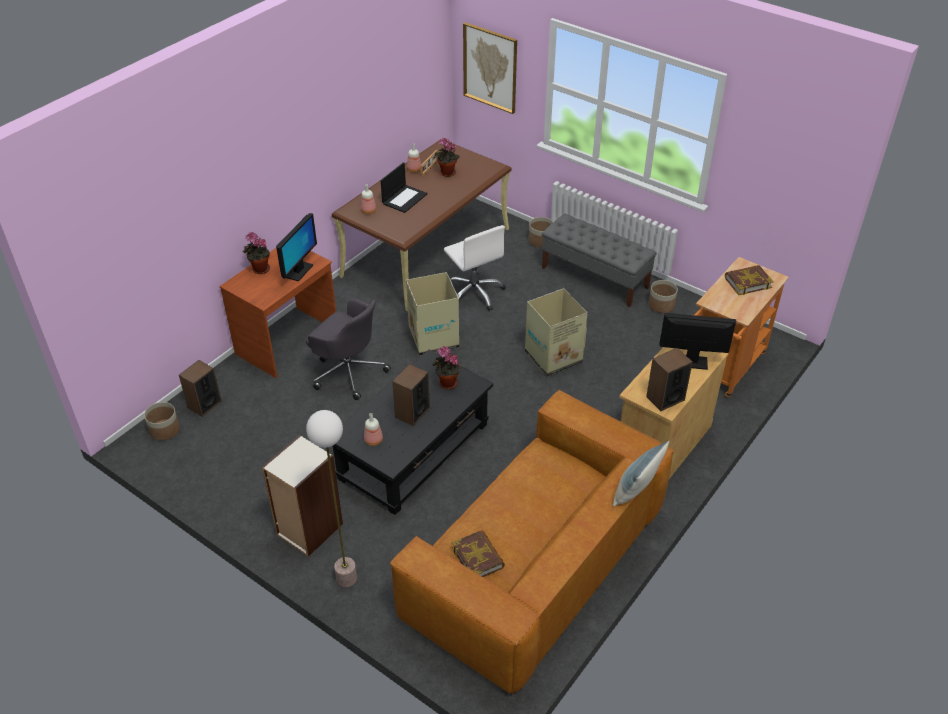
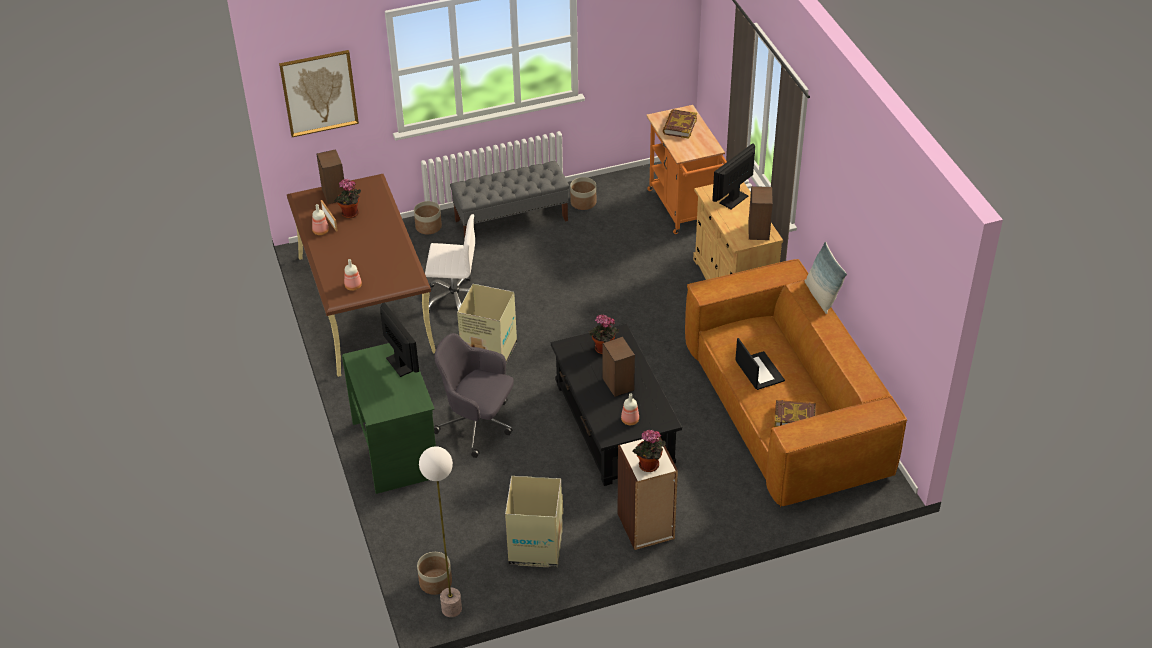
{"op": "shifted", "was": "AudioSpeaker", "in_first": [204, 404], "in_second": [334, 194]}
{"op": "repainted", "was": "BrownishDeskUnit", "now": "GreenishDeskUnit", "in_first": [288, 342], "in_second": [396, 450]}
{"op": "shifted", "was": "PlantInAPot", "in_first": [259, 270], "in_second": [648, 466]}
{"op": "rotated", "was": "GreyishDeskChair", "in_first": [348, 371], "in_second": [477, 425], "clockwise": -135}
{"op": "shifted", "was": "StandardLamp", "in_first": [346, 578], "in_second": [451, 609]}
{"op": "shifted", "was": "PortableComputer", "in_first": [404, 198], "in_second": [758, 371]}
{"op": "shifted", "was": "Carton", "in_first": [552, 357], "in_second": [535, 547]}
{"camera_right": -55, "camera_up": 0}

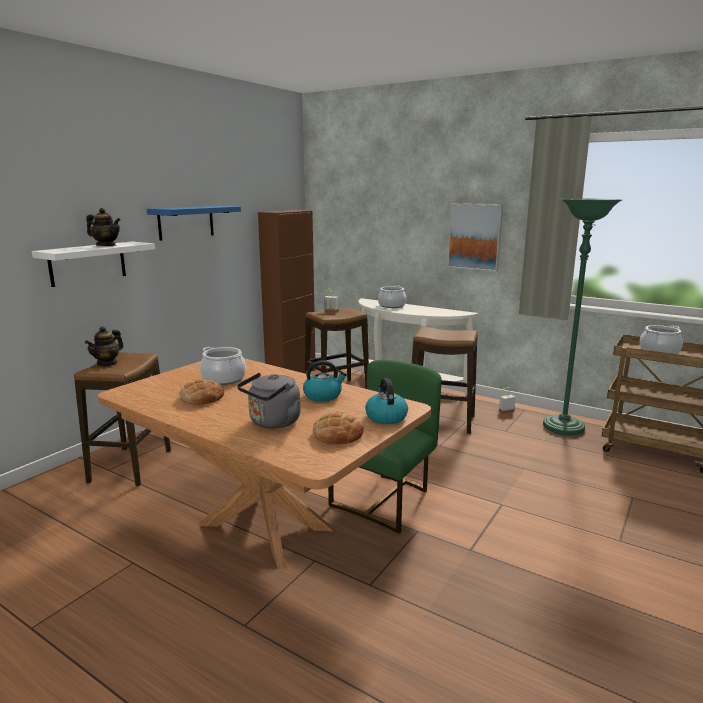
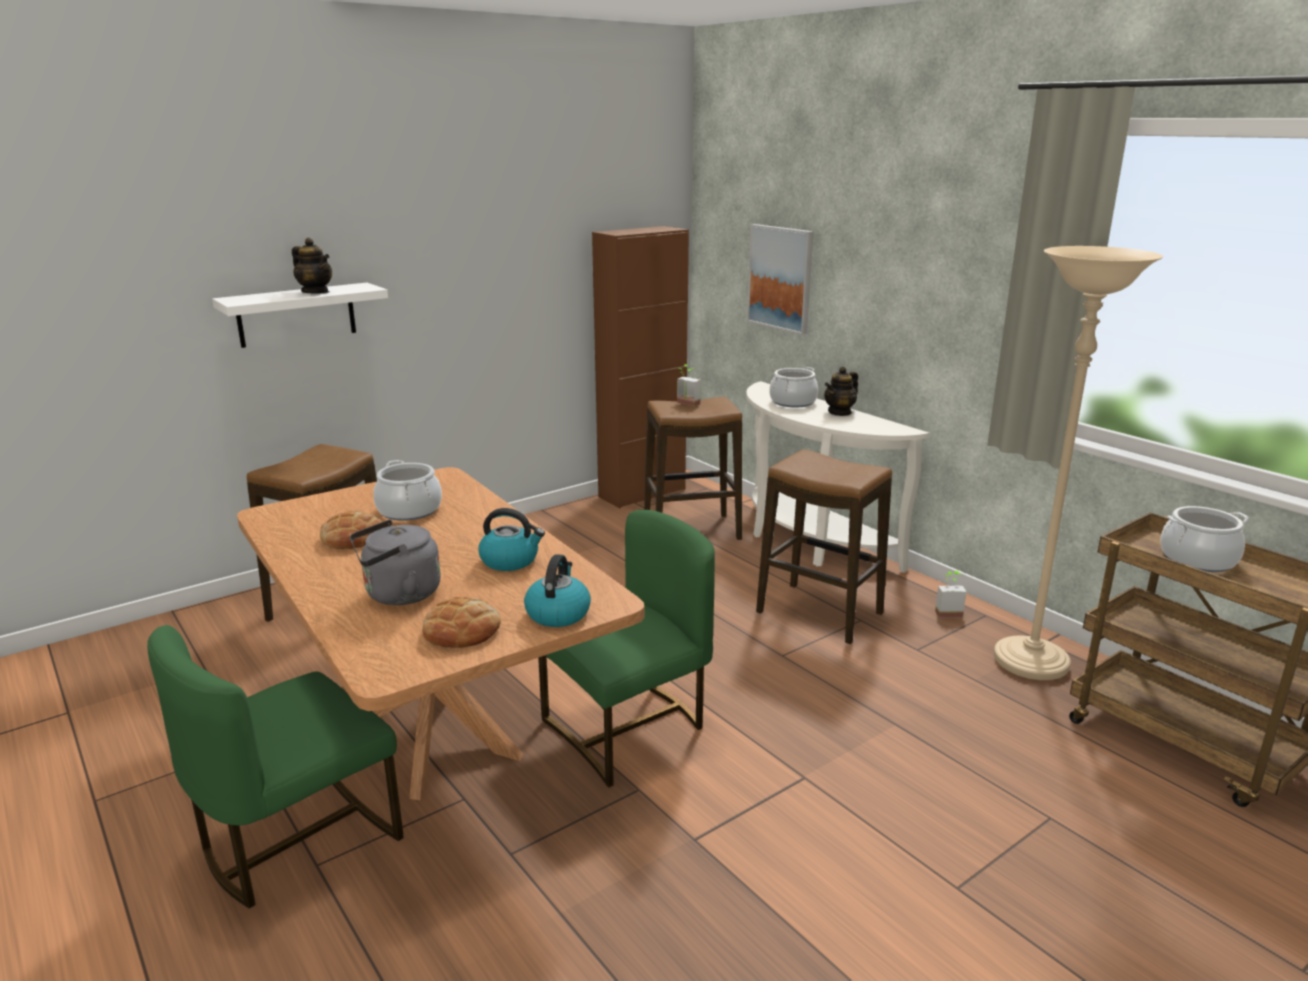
{"op": "shifted", "was": "Teapot", "in_first": [107, 363], "in_second": [840, 412]}
{"op": "gone", "was": "BlueColouredWallShelf", "in_first": [186, 222]}
{"op": "shifted", "was": "Picture", "in_first": [474, 237], "in_second": [781, 278]}
{"op": "repainted", "was": "GreenishStandardLamp", "now": "SandColouredStandardLamp", "in_first": [563, 428], "in_second": [1030, 662]}
{"op": "new", "now": "GreenishPlainChair", "in_second": [297, 839]}
{"camera_right": 20, "camera_up": 5}

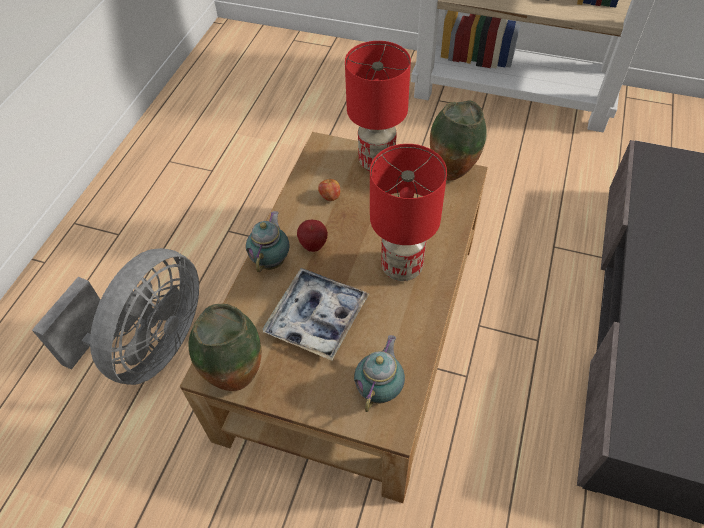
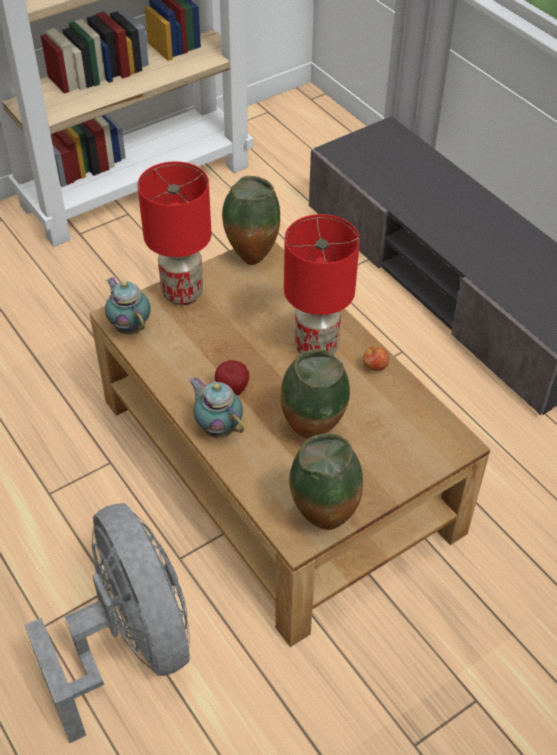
{"op": "swapped", "was": "CarryingTray", "now": "Vase", "in_first": [316, 318], "in_second": [313, 432]}
{"op": "shifted", "was": "Apple", "in_first": [330, 197], "in_second": [374, 367]}
{"op": "shifted", "was": "Teapot", "in_first": [380, 389], "in_second": [129, 326]}
{"camera_right": -55, "camera_up": -5}

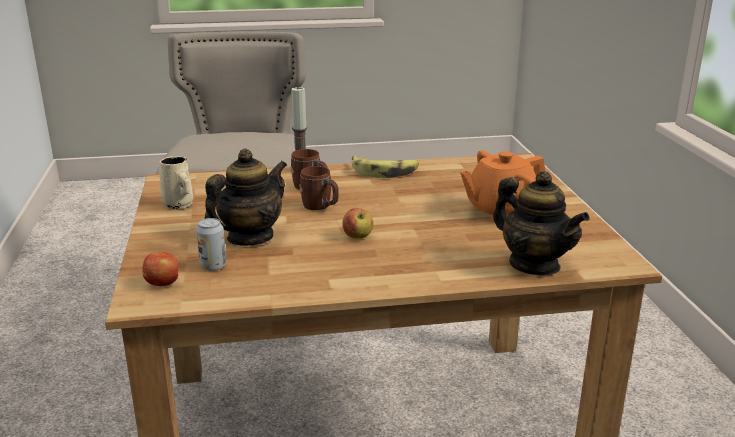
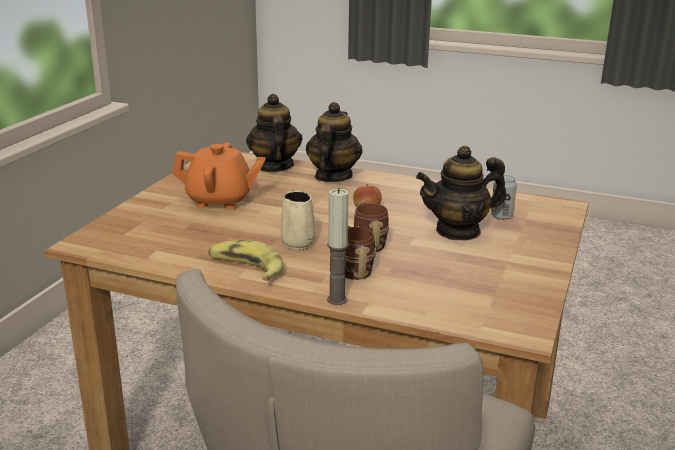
{"op": "gone", "was": "Apple", "in_first": [163, 283]}
{"op": "shifted", "was": "SandColouredMug", "in_first": [179, 205], "in_second": [297, 243]}
{"op": "new", "now": "Teapot", "in_second": [332, 176]}
{"camera_right": -150, "camera_up": 0}

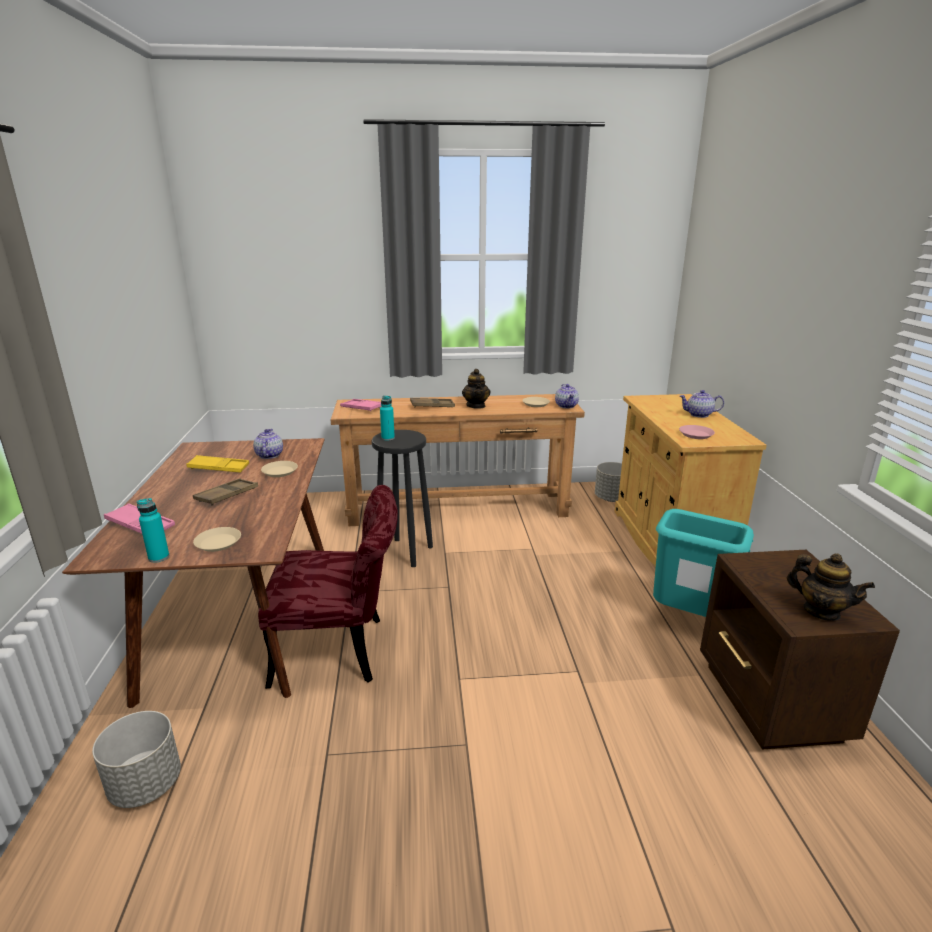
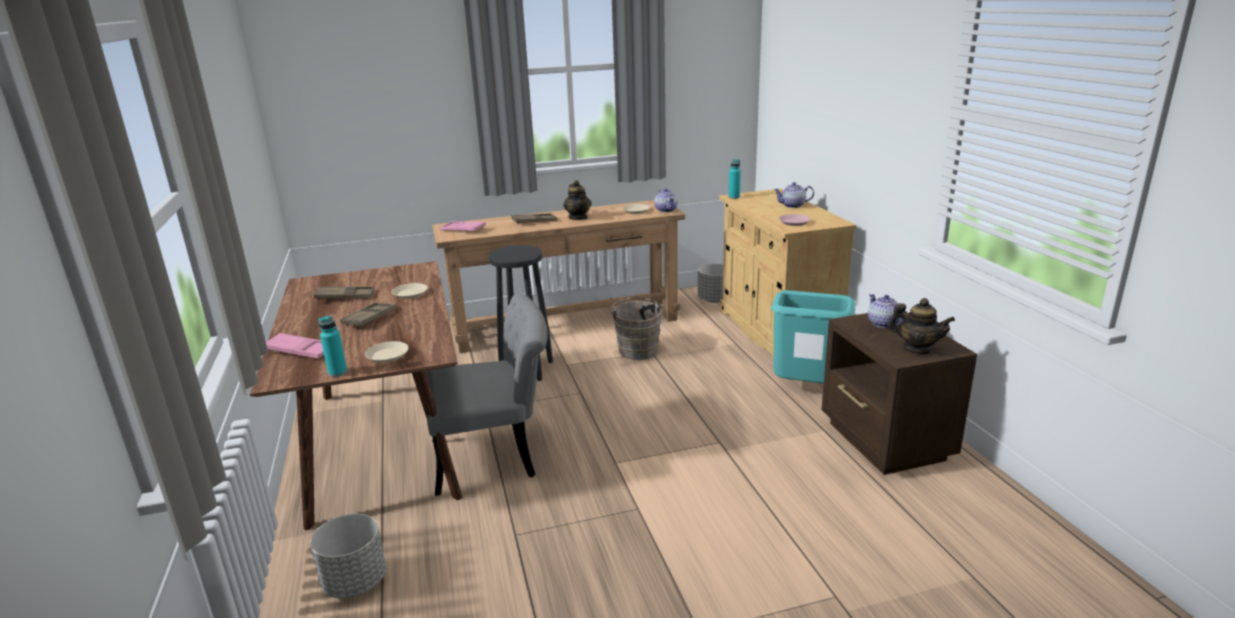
{"op": "repainted", "was": "YellowCarryingTray", "now": "BrownishCarryingTray", "in_first": [219, 468], "in_second": [345, 297]}
{"op": "shifted", "was": "Teapot", "in_first": [269, 455], "in_second": [882, 323]}
{"op": "repainted", "was": "RedPlainChair", "now": "GreyishPlainChair", "in_first": [342, 650], "in_second": [496, 456]}
{"op": "shifted", "was": "TurquoiseDrinkBottle", "in_first": [388, 438], "in_second": [734, 197]}
{"op": "new", "now": "BrownishPail", "in_second": [637, 349]}
{"camera_right": -10, "camera_up": 0}

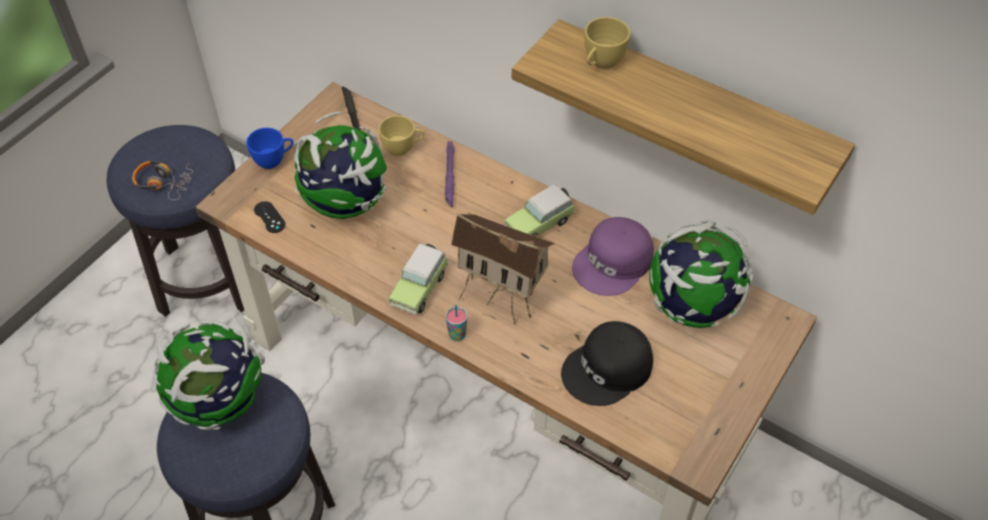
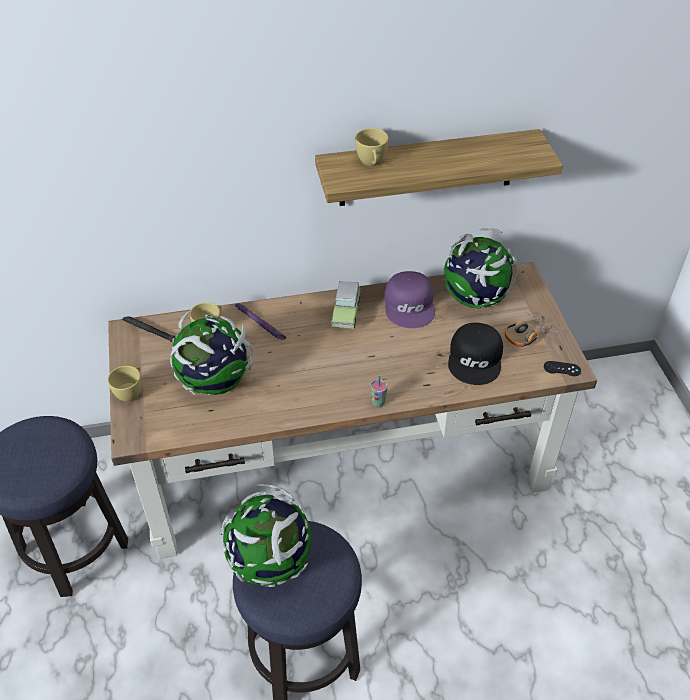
{"op": "shifted", "was": "Headset", "in_first": [164, 183], "in_second": [527, 335]}
{"op": "repainted", "was": "BlueColouredSmallCup", "now": "YellowSmallCup", "in_first": [274, 160], "in_second": [131, 392]}
{"op": "shifted", "was": "BlackGameController", "in_first": [269, 217], "in_second": [562, 369]}
{"op": "gone", "was": "ToyCar", "in_first": [420, 287]}
{"op": "gone", "was": "ToyHouse", "in_first": [502, 299]}
{"camera_right": -45, "camera_up": -5}

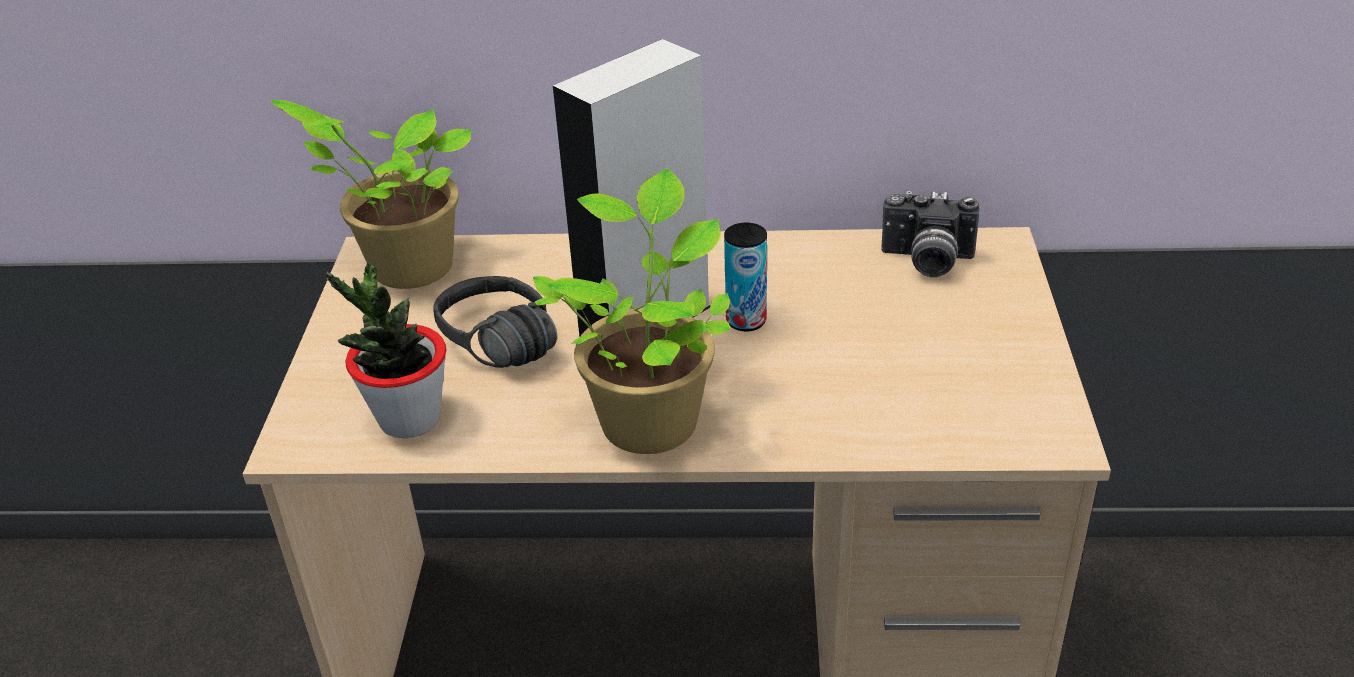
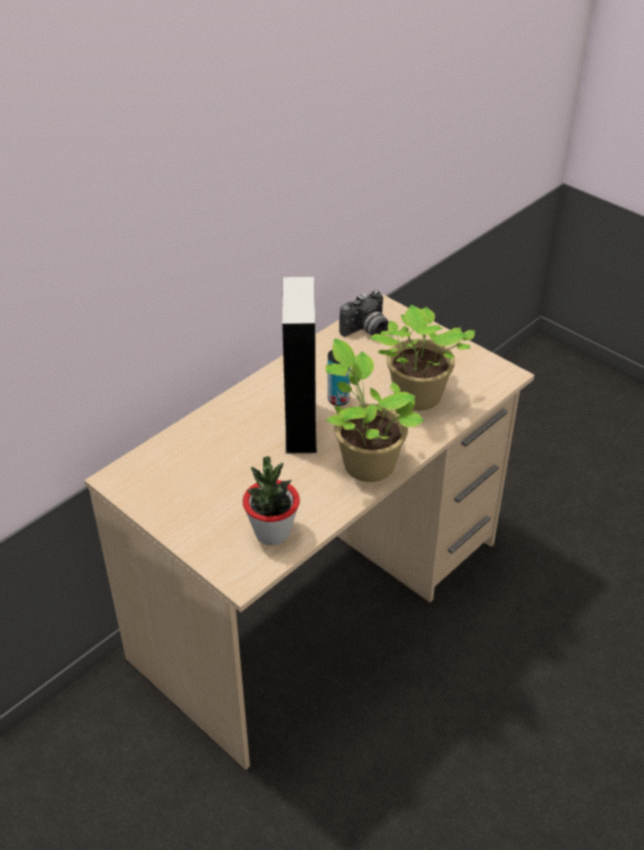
{"op": "shifted", "was": "PlantInAPot", "in_first": [405, 268], "in_second": [415, 398]}
{"op": "gone", "was": "BlackHeadset", "in_first": [483, 351]}
{"camera_right": -50, "camera_up": 5}

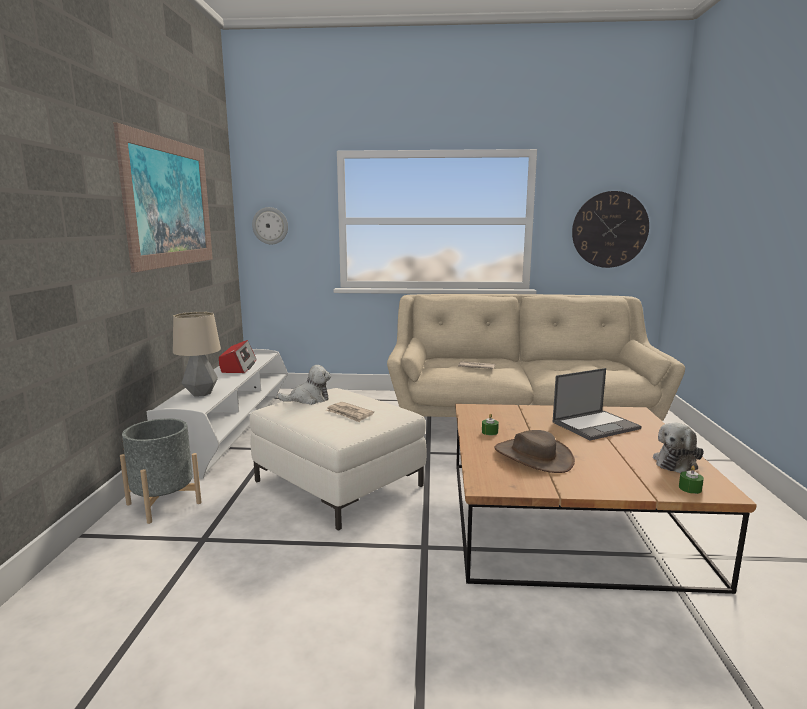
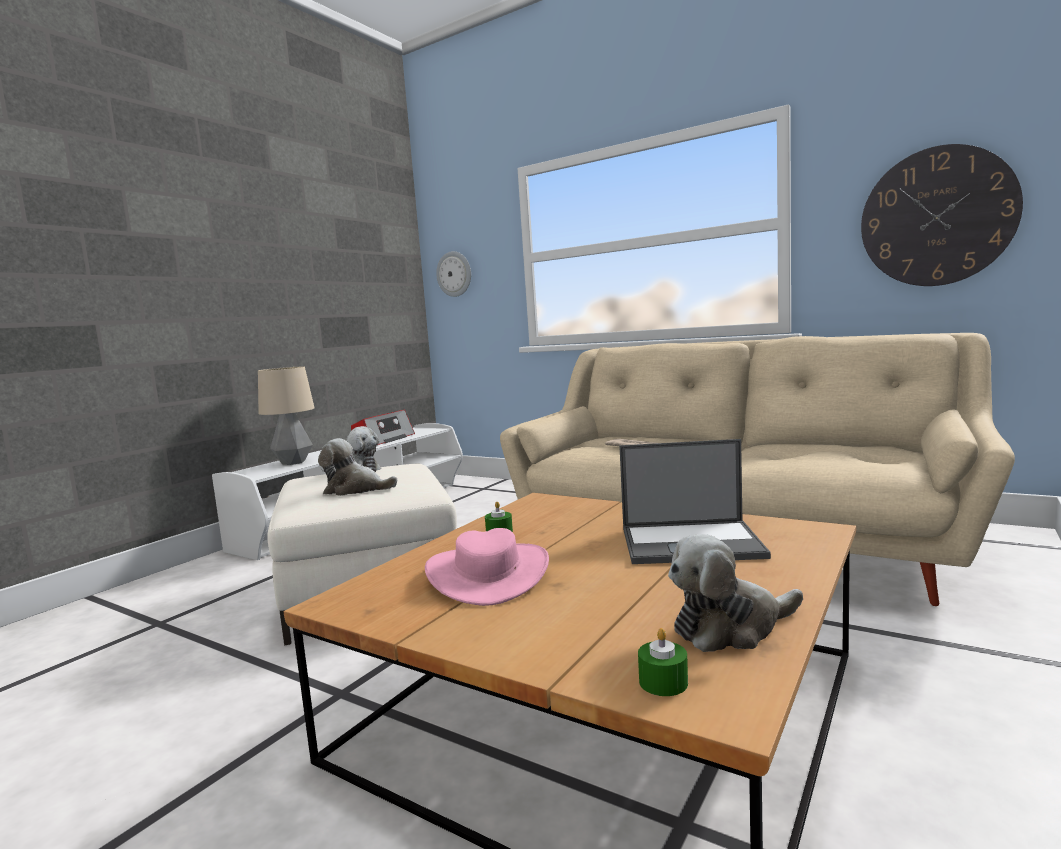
{"op": "gone", "was": "Picture", "in_first": [170, 203]}
{"op": "gone", "was": "GreyishPlanter", "in_first": [164, 503]}
{"op": "swapped", "was": "PrintedPaper", "now": "CuddlyToy", "in_first": [349, 414], "in_second": [355, 489]}
{"op": "repainted", "was": "BrownishHat", "now": "PinkColouredHat", "in_first": [533, 456], "in_second": [488, 574]}
{"camera_right": 30, "camera_up": -5}

